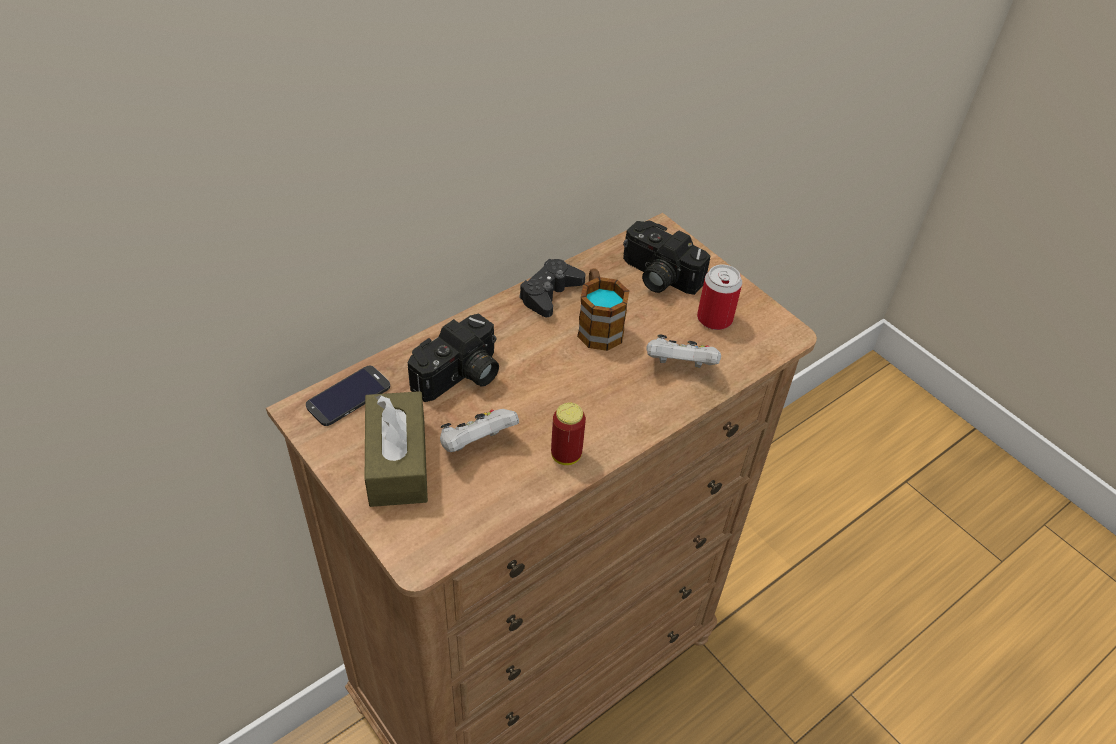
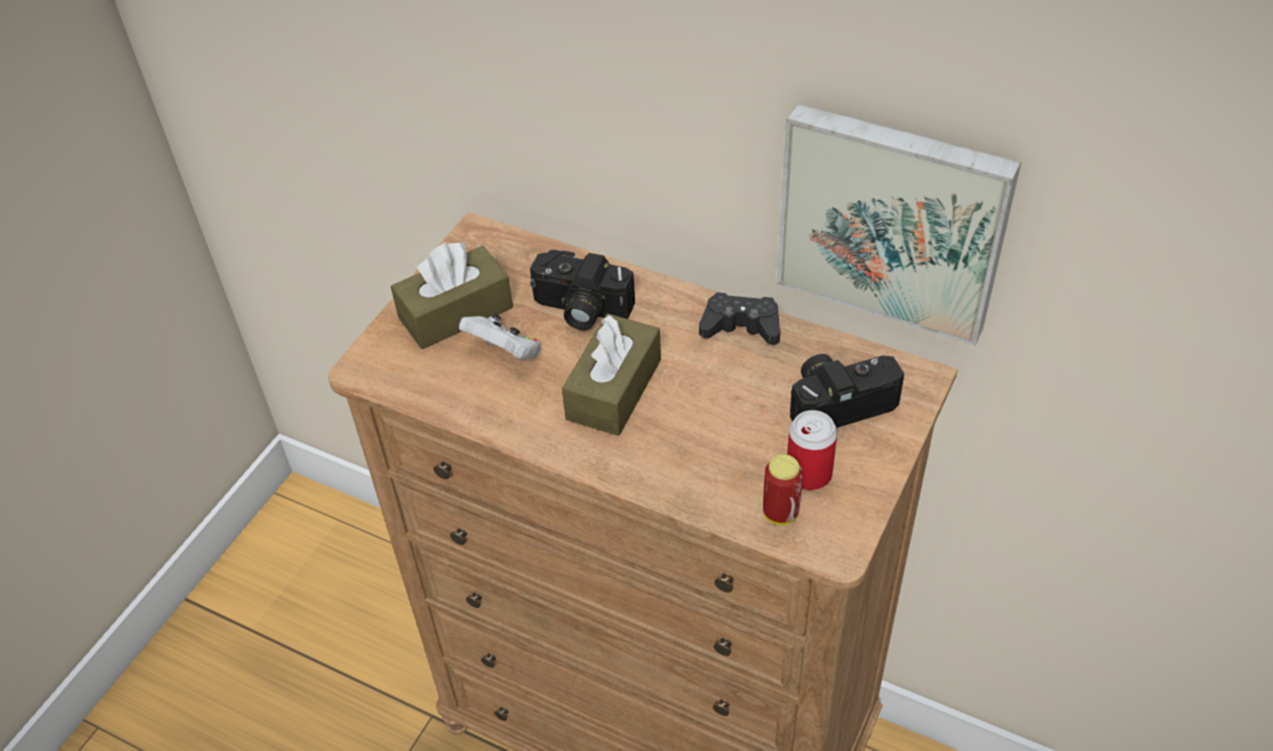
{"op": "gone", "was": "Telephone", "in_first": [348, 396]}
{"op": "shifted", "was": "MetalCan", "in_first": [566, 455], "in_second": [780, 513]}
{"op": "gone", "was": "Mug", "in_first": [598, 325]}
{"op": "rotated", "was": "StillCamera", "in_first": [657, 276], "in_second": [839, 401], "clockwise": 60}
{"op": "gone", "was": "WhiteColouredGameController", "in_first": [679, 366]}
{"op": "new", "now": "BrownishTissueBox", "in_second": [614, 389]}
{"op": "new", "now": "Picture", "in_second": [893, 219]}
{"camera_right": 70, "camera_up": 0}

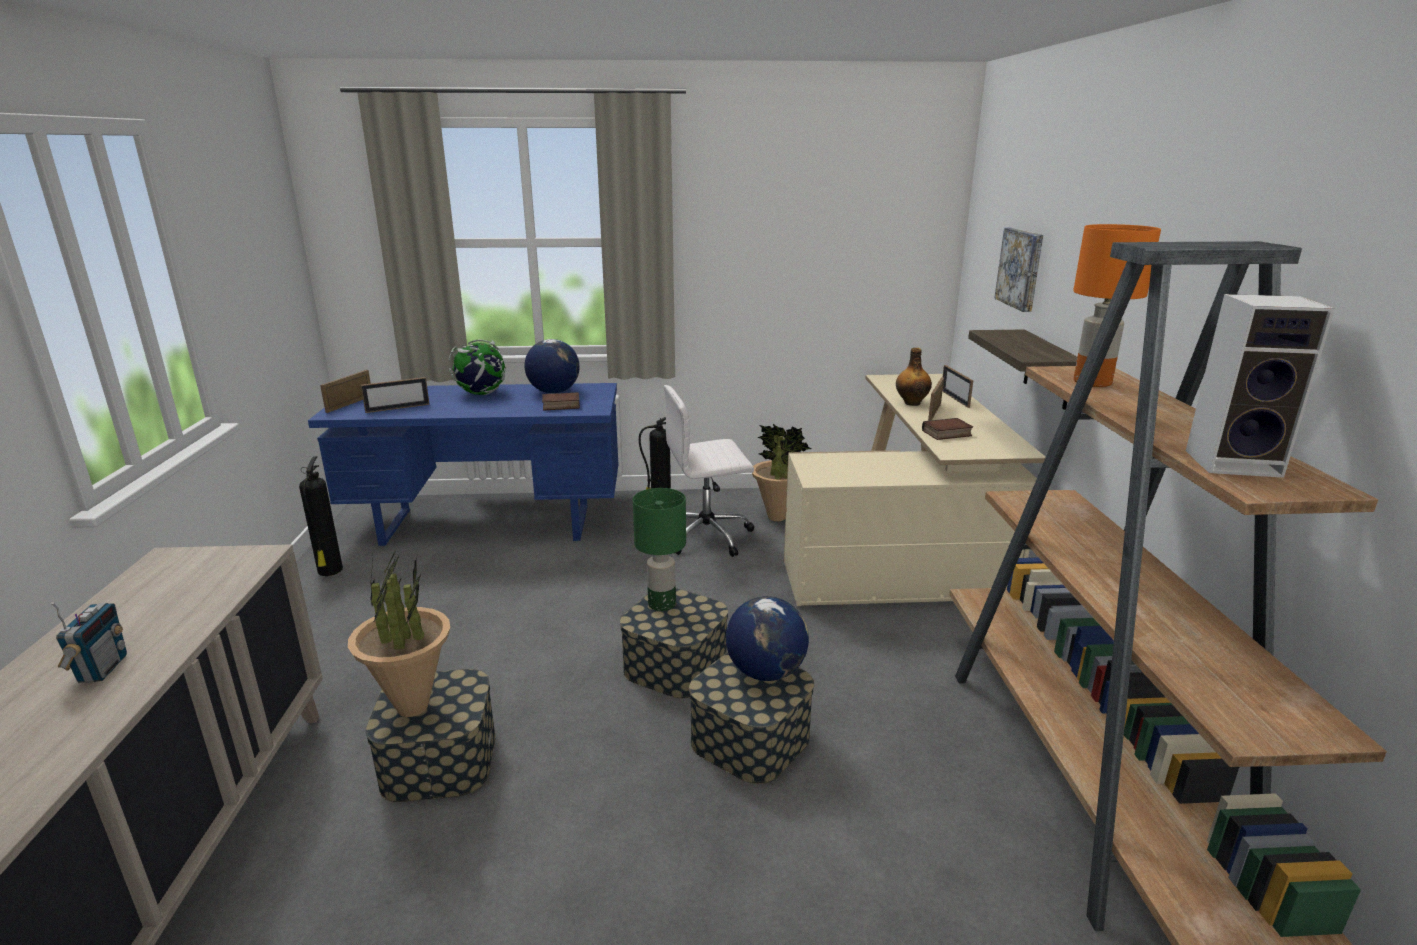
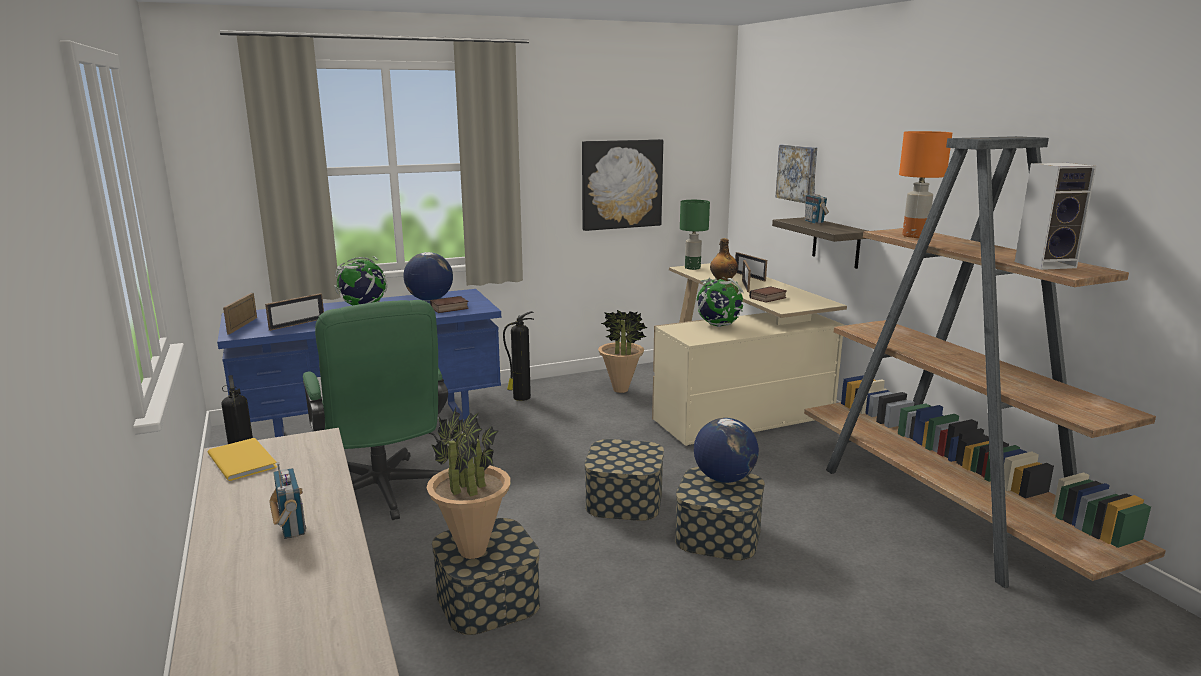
{"op": "shifted", "was": "GreenishLampForATable", "in_first": [661, 604], "in_second": [692, 268]}
{"op": "gone", "was": "WhiteColouredDeskChair", "in_first": [708, 535]}
{"op": "new", "now": "YellowBoundBook", "in_second": [244, 459]}
{"op": "new", "now": "GreenishDeskChair", "in_second": [383, 495]}
{"op": "new", "now": "Picture", "in_second": [621, 184]}
{"op": "new", "now": "Globe", "in_second": [718, 325]}
{"op": "new", "now": "Radio", "in_second": [814, 222]}
{"camera_right": -20, "camera_up": -5}

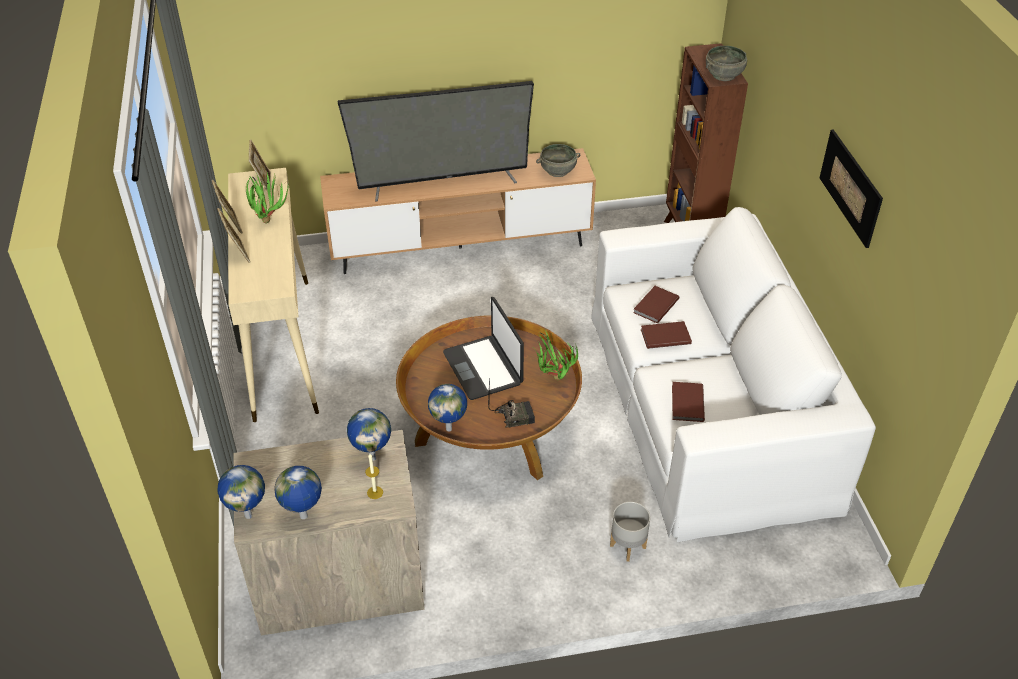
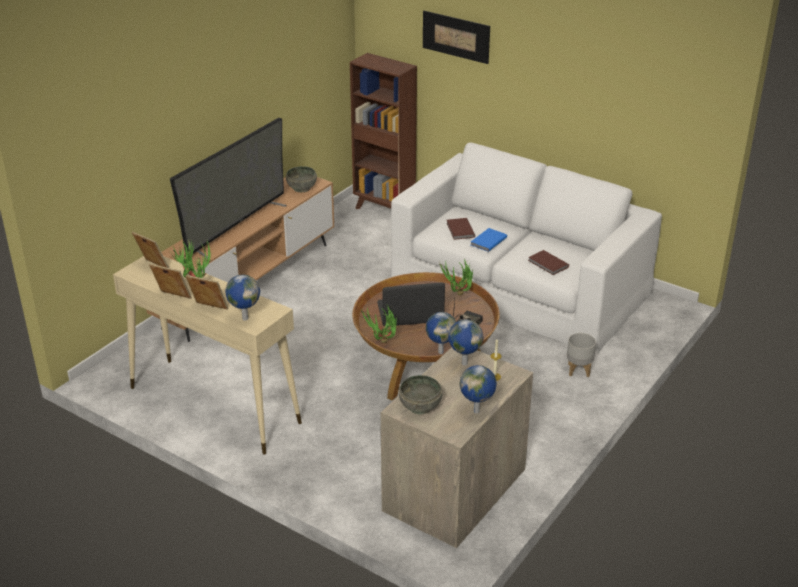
{"op": "shifted", "was": "Globe", "in_first": [248, 515], "in_second": [244, 318]}
{"op": "rotated", "was": "PortableComputer", "in_first": [483, 368], "in_second": [410, 313], "clockwise": 150}
{"op": "repainted", "was": "BrownishBoundBook", "now": "BlueColouredBoundBook", "in_first": [664, 336], "in_second": [487, 241]}
{"op": "shifted", "was": "GreyishServingBowl", "in_first": [724, 75], "in_second": [420, 407]}
{"op": "shifted", "was": "Picture", "in_first": [850, 187], "in_second": [456, 36]}
{"op": "new", "now": "PlantInAPot", "in_second": [381, 344]}
{"camera_right": -45, "camera_up": -10}

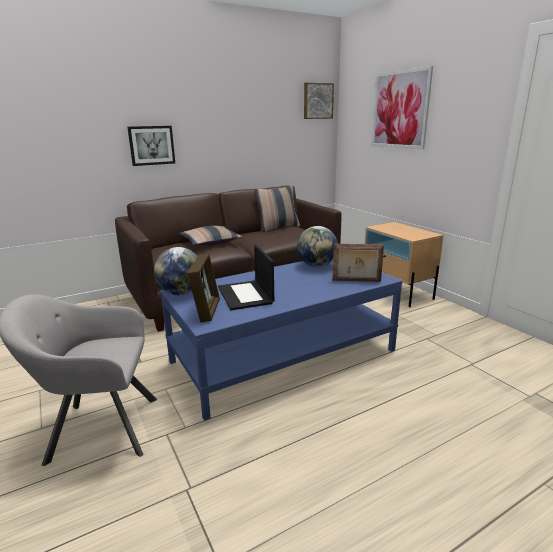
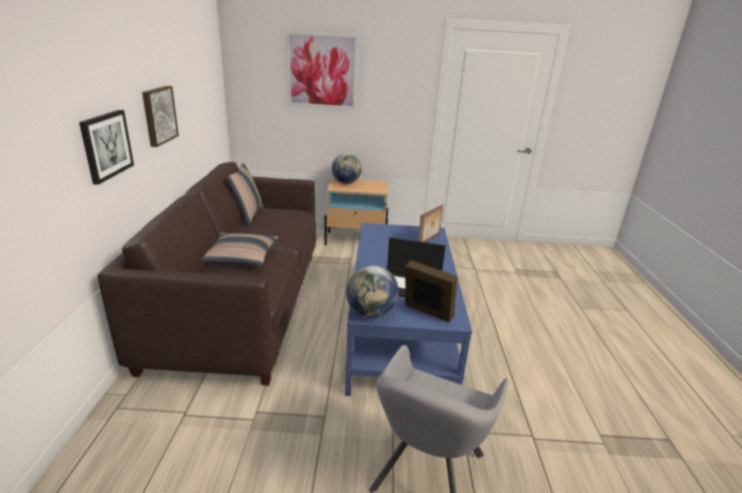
{"op": "shifted", "was": "Globe", "in_first": [317, 266], "in_second": [346, 183]}
{"op": "shifted", "was": "Picture", "in_first": [317, 101], "in_second": [158, 115]}
{"camera_right": -60, "camera_up": 5}

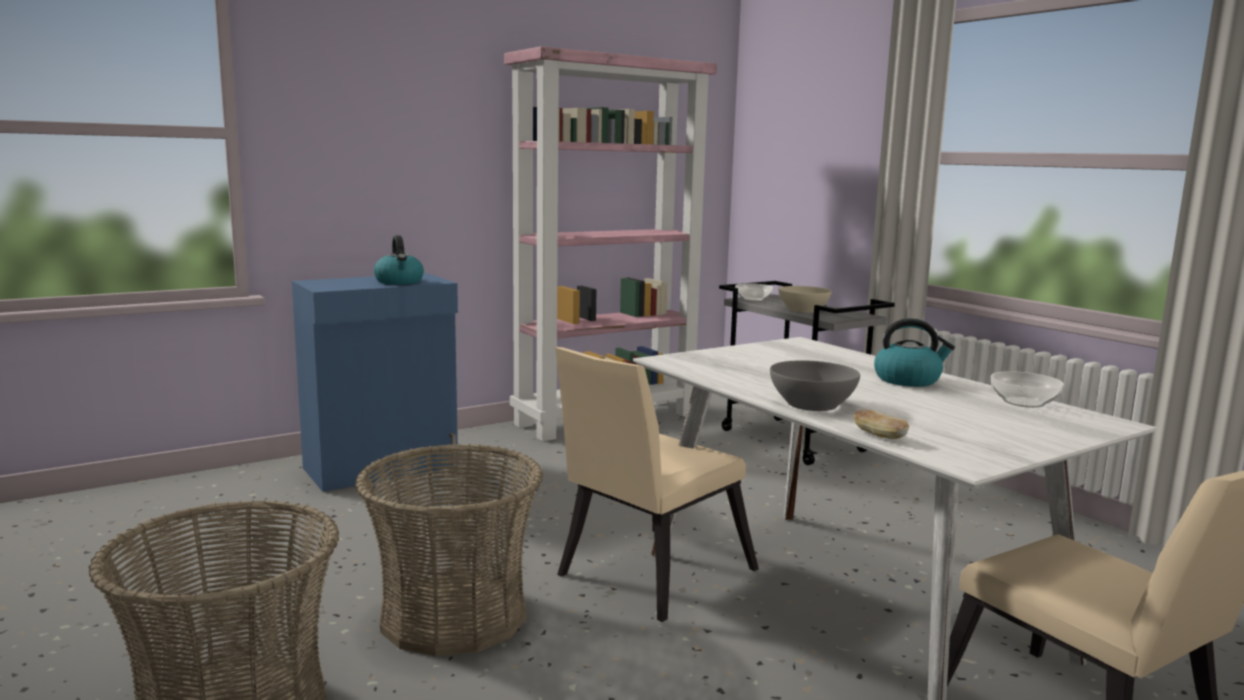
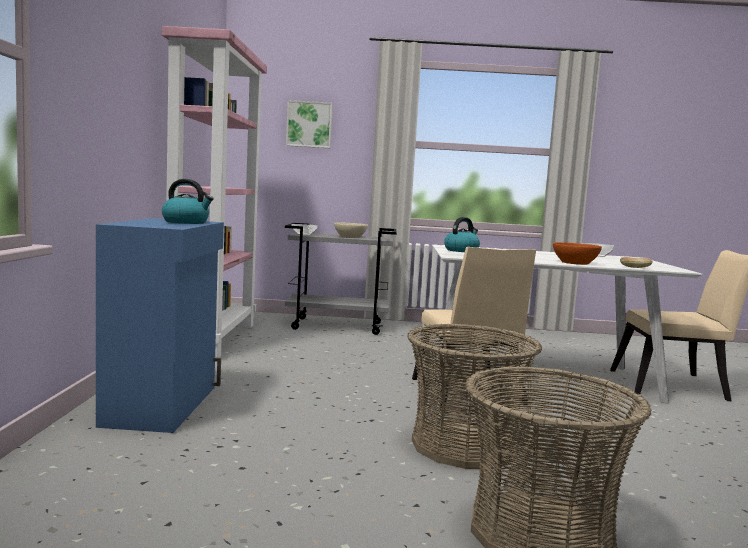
{"op": "repainted", "was": "GreyishServingBowl", "now": "OrangeServingBowl", "in_first": [812, 404], "in_second": [575, 263]}
{"op": "shifted", "was": "TeaKettle", "in_first": [908, 380], "in_second": [461, 250]}
{"op": "new", "now": "Picture", "in_second": [309, 124]}
{"camera_right": -55, "camera_up": -5}

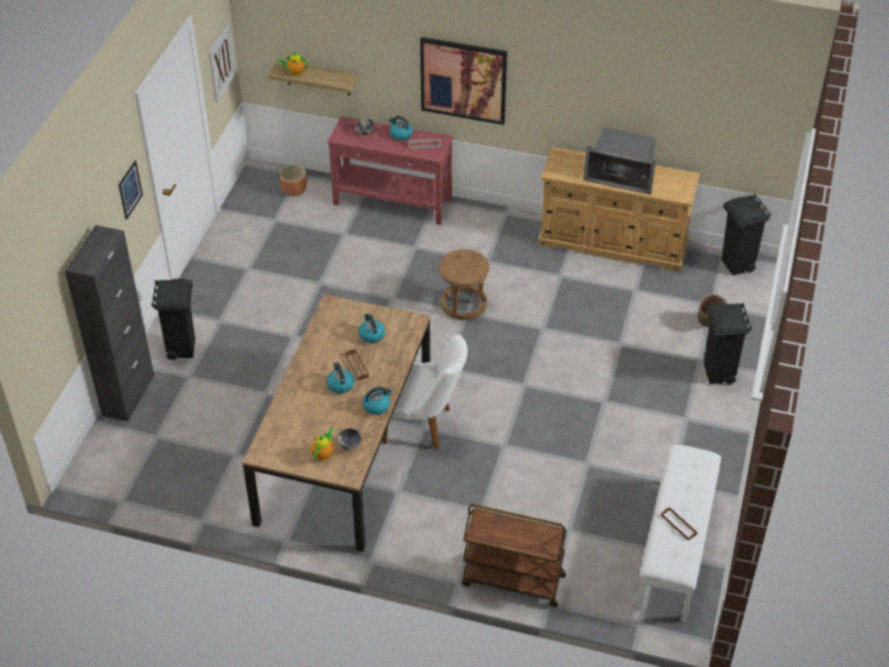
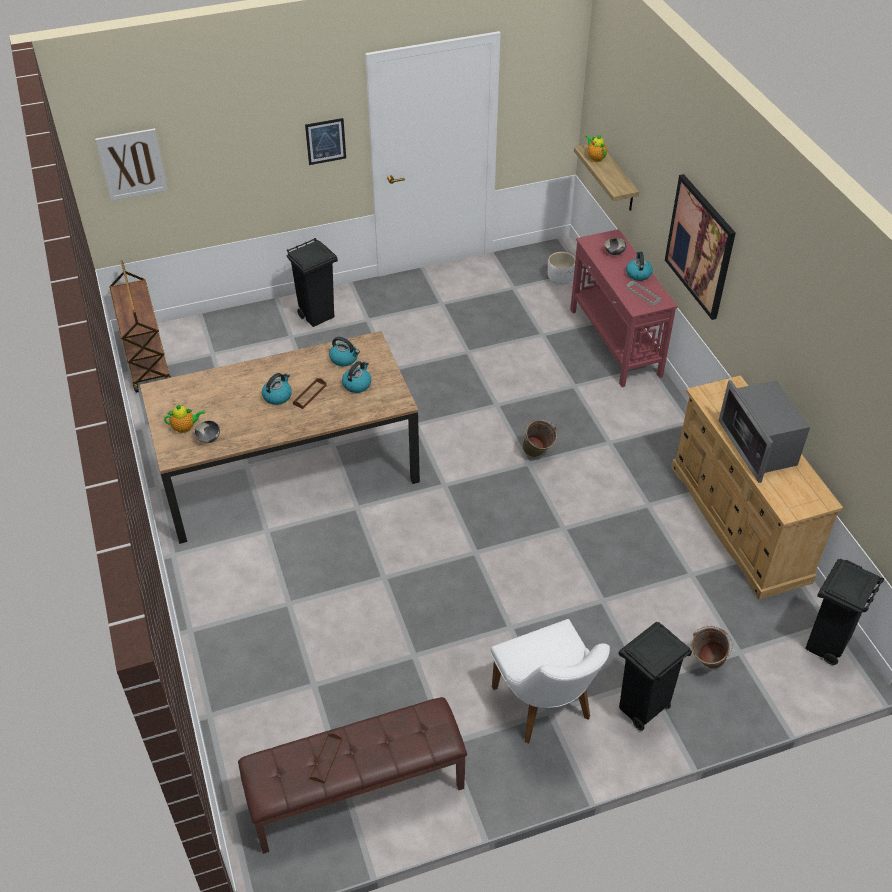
{"op": "gone", "was": "BlackStorageCabinet", "in_first": [128, 395]}
{"op": "shifted", "was": "Picture", "in_first": [221, 63], "in_second": [132, 164]}
{"op": "repainted", "was": "BrownishPlanter", "now": "WhiteColouredPlanter", "in_first": [294, 191], "in_second": [560, 280]}
{"op": "shifted", "was": "TeaKettle", "in_first": [377, 406], "in_second": [344, 359]}
{"op": "shifted", "was": "WhiteColouredPlainChair", "in_first": [424, 426], "in_second": [546, 709]}
{"op": "swapped", "was": "BrownishSittingStool", "now": "GreenishPail", "in_first": [464, 304], "in_second": [537, 455]}
{"op": "shifted", "was": "BrownishCart", "in_first": [512, 581], "in_second": [146, 361]}
{"op": "repainted", "was": "WhiteColouredBench", "now": "BrownishBench", "in_first": [676, 549], "in_second": [357, 794]}
{"camera_right": 55, "camera_up": 0}

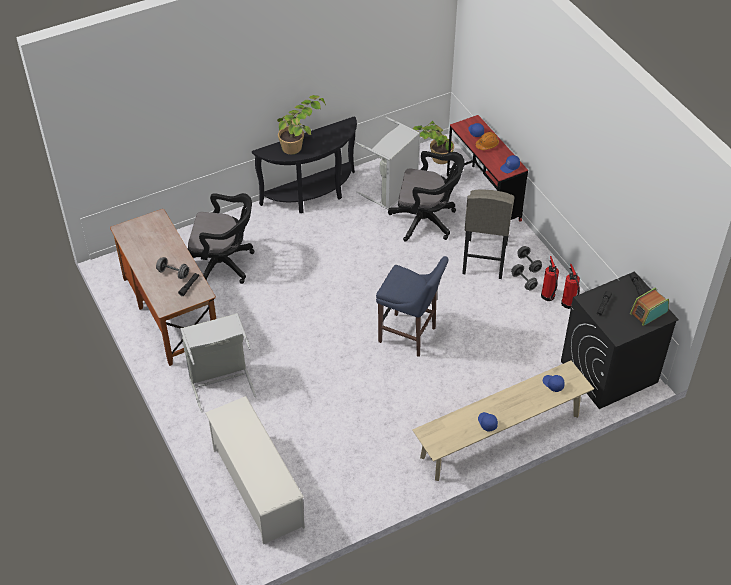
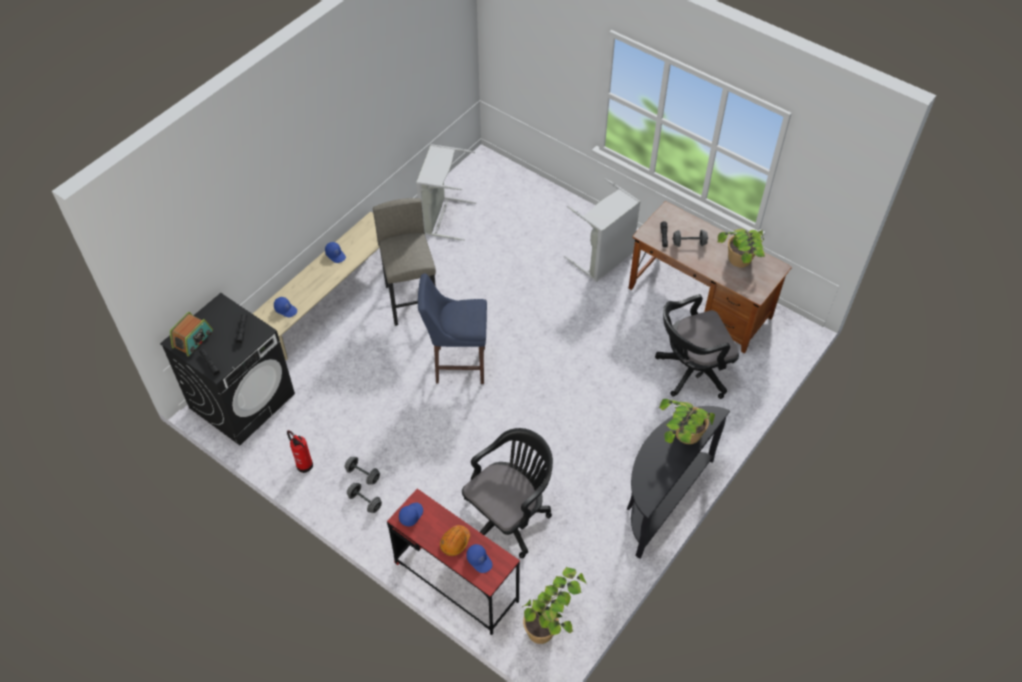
{"op": "gone", "was": "WhiteColouredShoeStand", "in_first": [257, 487]}
{"op": "shifted", "was": "GreyishLaundryBasket", "in_first": [392, 191], "in_second": [442, 217]}
{"op": "rotated", "was": "BlackDeskChair", "in_first": [426, 221], "in_second": [509, 516], "clockwise": 150}
{"op": "shifted", "was": "GreyishSittingStool", "in_first": [484, 259], "in_second": [411, 301]}
{"op": "gone", "was": "FireFightingCylinder", "in_first": [548, 297]}
{"op": "new", "now": "PlantInAPot", "in_second": [738, 268]}
{"camera_right": 155, "camera_up": 5}

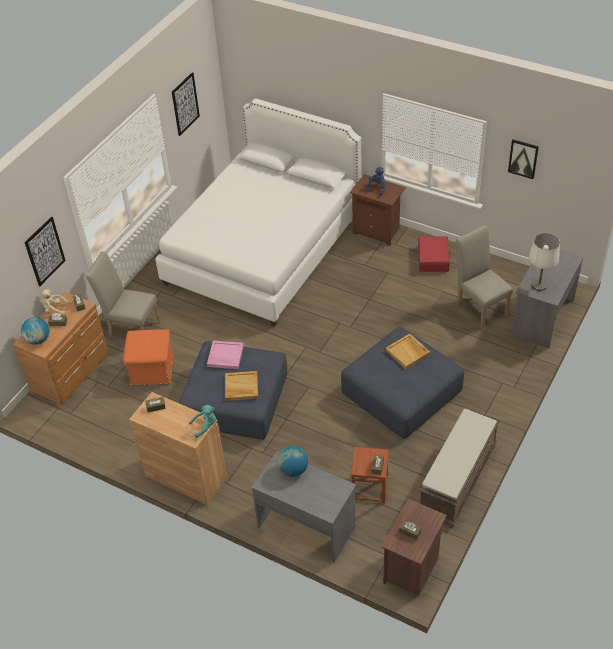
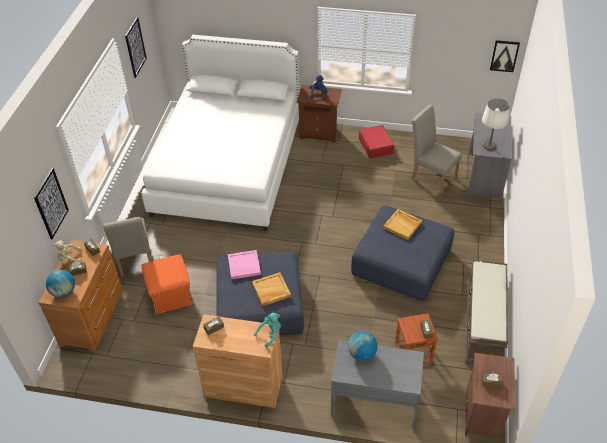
{"op": "rotated", "was": "SandColouredPlainChair", "in_first": [131, 328], "in_second": [135, 261], "clockwise": -105}
{"op": "shifted", "was": "Picture", "in_first": [523, 158], "in_second": [504, 55]}
{"camera_right": -20, "camera_up": 0}

